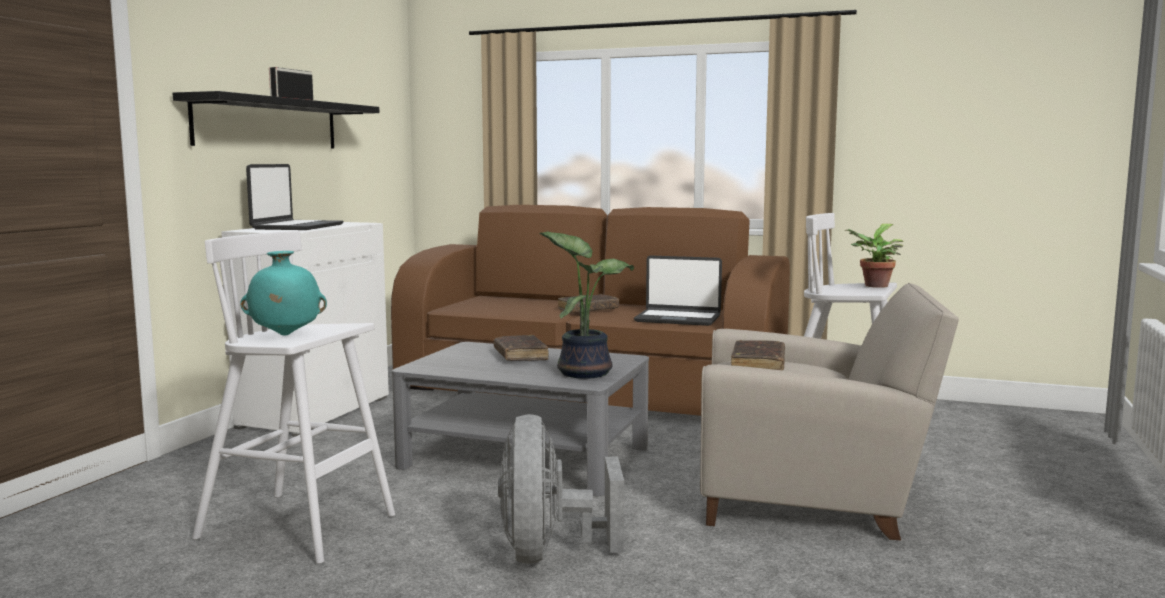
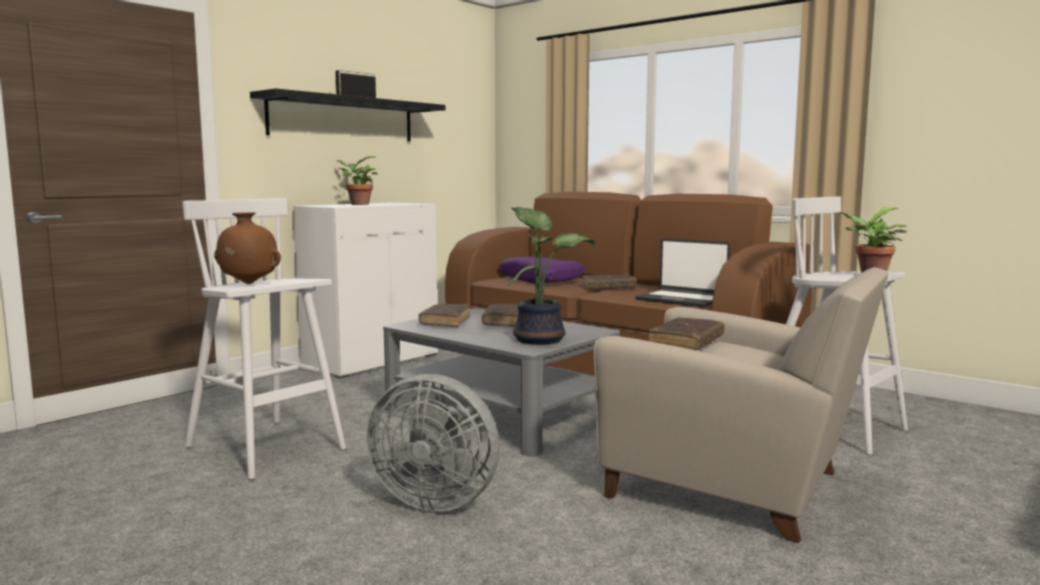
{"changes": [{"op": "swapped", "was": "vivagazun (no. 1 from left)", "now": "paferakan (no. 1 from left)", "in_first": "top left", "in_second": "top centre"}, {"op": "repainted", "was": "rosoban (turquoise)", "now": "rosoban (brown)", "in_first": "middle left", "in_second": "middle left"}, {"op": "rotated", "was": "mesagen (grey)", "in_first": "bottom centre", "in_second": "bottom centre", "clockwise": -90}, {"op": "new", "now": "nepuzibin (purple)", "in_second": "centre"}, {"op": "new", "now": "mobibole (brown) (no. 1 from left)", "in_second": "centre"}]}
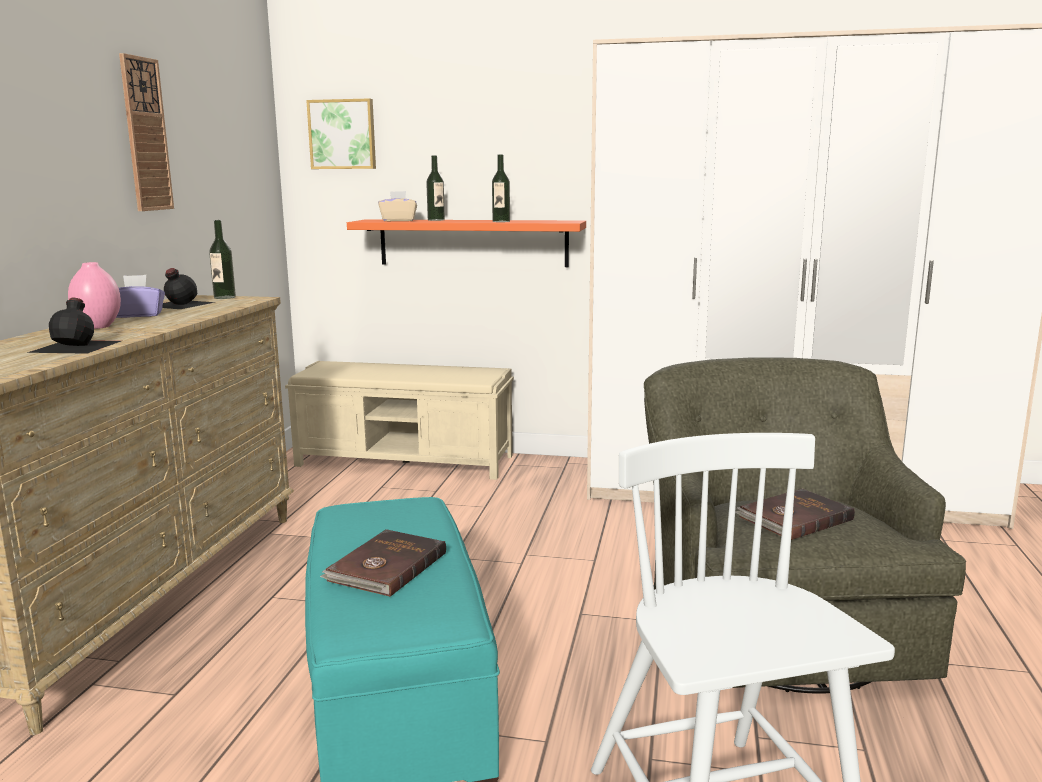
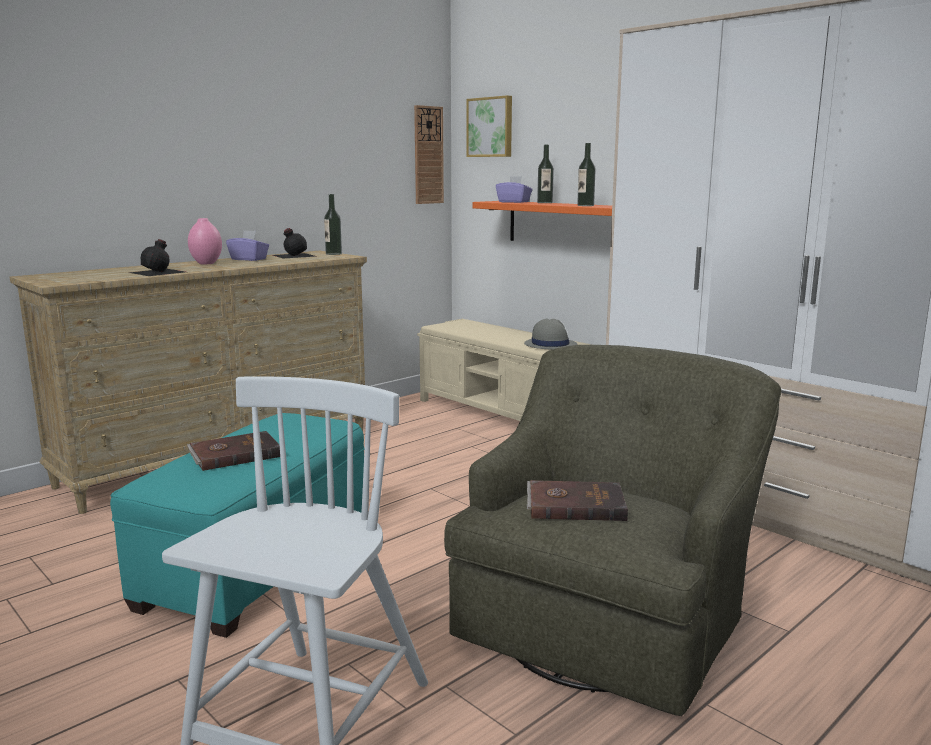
{"changes": [{"op": "shifted", "was": "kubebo", "in_first": "top left", "in_second": "top centre"}, {"op": "repainted", "was": "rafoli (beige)", "now": "rafoli (purple) (no. 2 from left)", "in_first": "top centre", "in_second": "top centre"}, {"op": "new", "now": "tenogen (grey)", "in_second": "centre"}]}
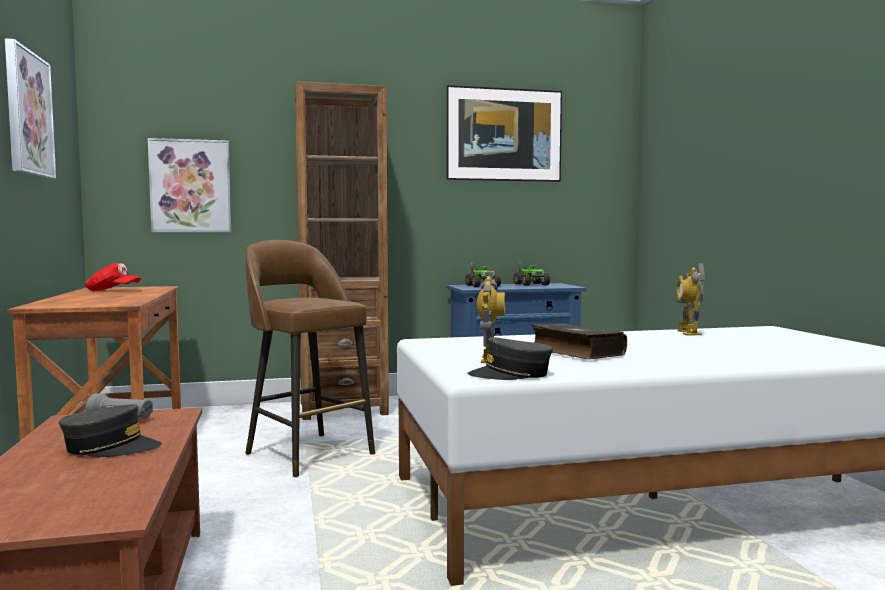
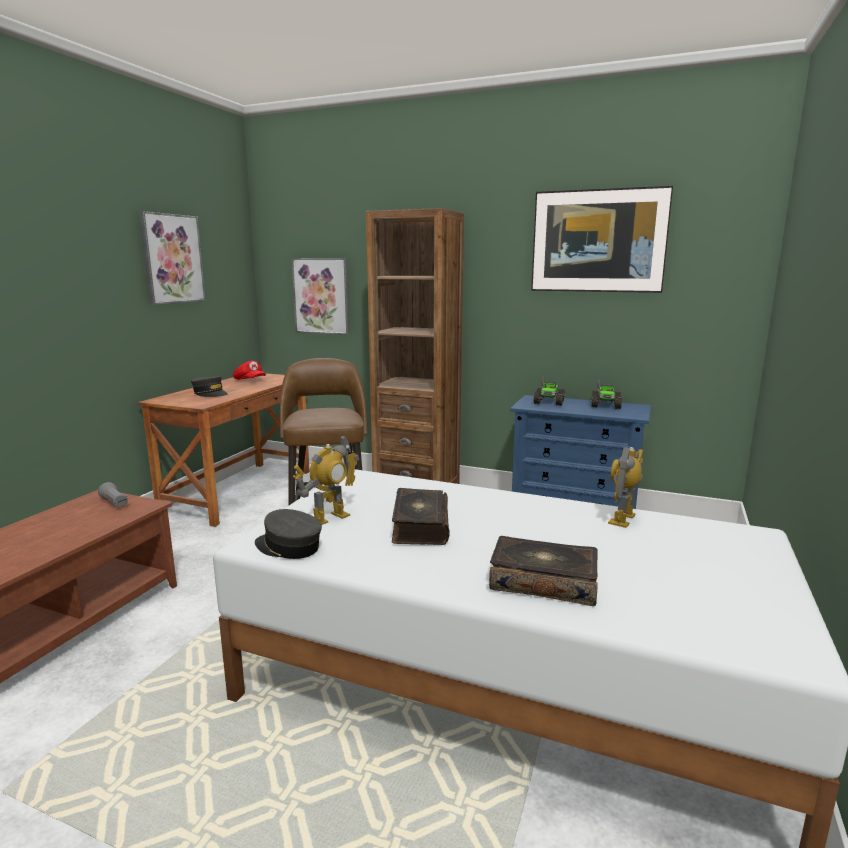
{"changes": [{"op": "shifted", "was": "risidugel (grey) (no. 1 from left)", "in_first": "bottom left", "in_second": "middle left"}, {"op": "new", "now": "mobibole (no. 2 from left)", "in_second": "bottom centre"}]}
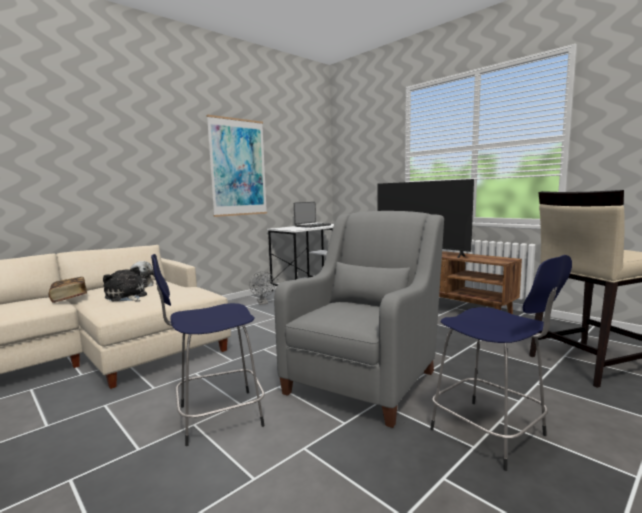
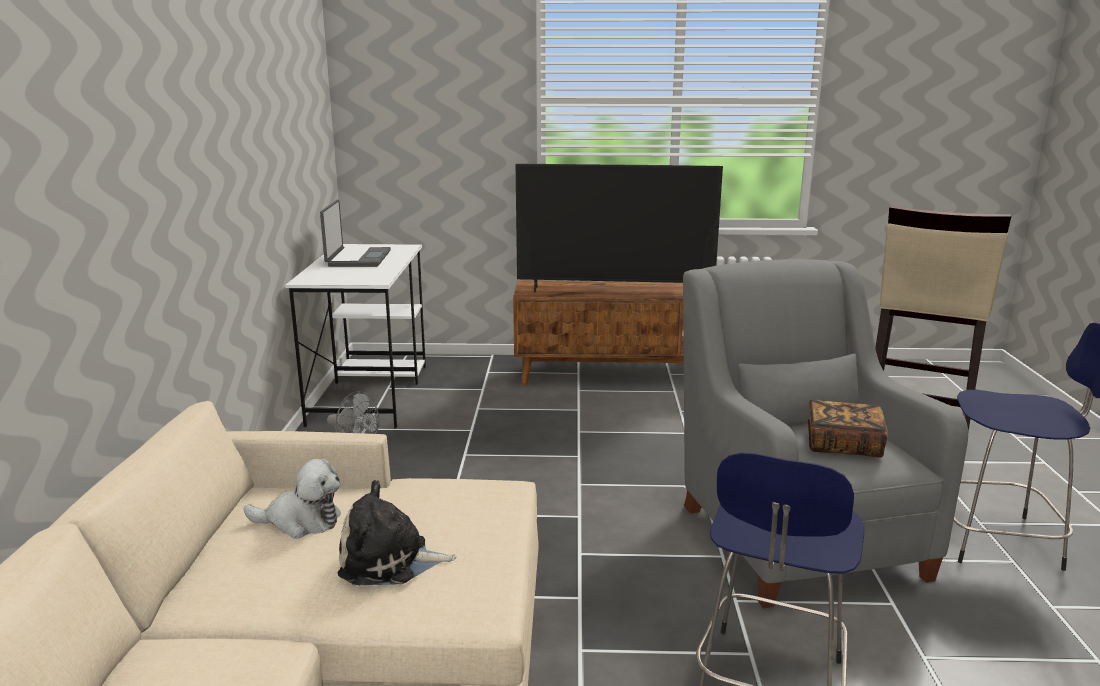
{"changes": [{"op": "gone", "was": "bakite", "in_first": "top centre"}, {"op": "shifted", "was": "mobibole", "in_first": "middle left", "in_second": "middle right"}]}
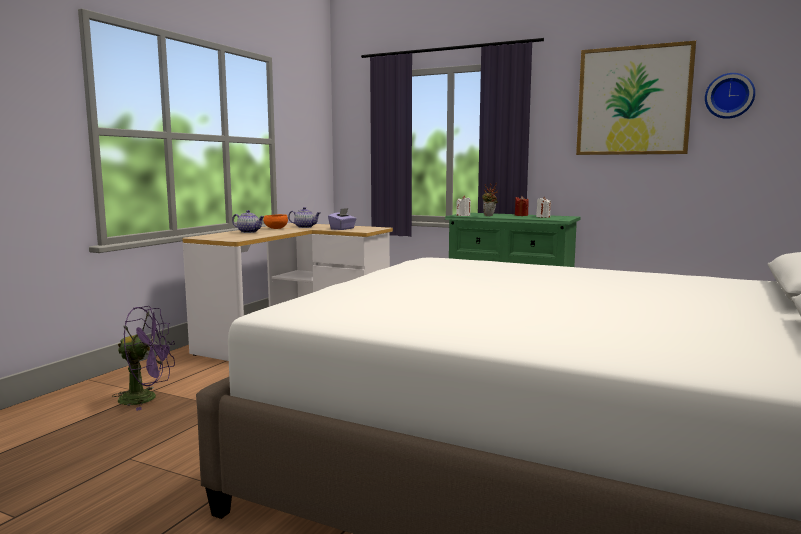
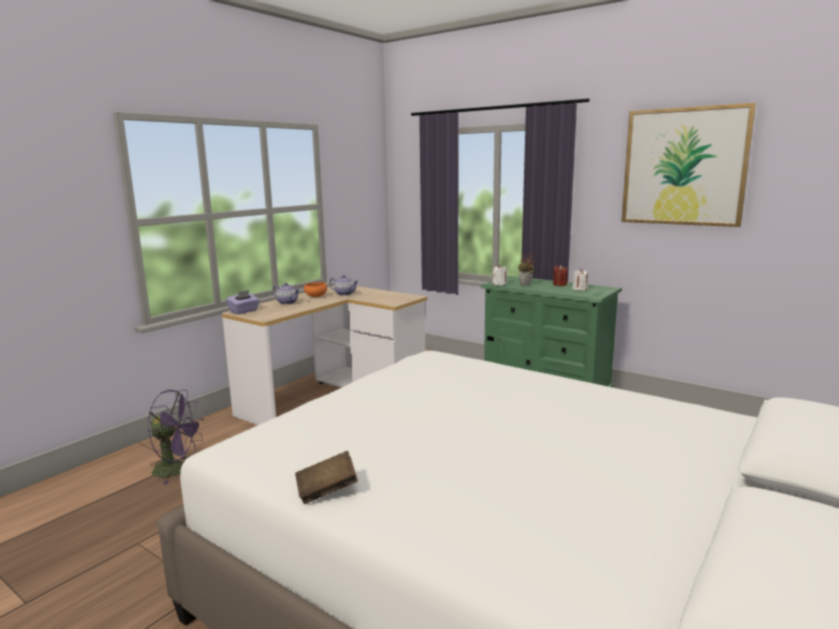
{"changes": [{"op": "gone", "was": "kubebo", "in_first": "top right"}, {"op": "shifted", "was": "rafoli (purple)", "in_first": "centre", "in_second": "middle left"}, {"op": "new", "now": "mobibole (brown)", "in_second": "bottom centre"}]}
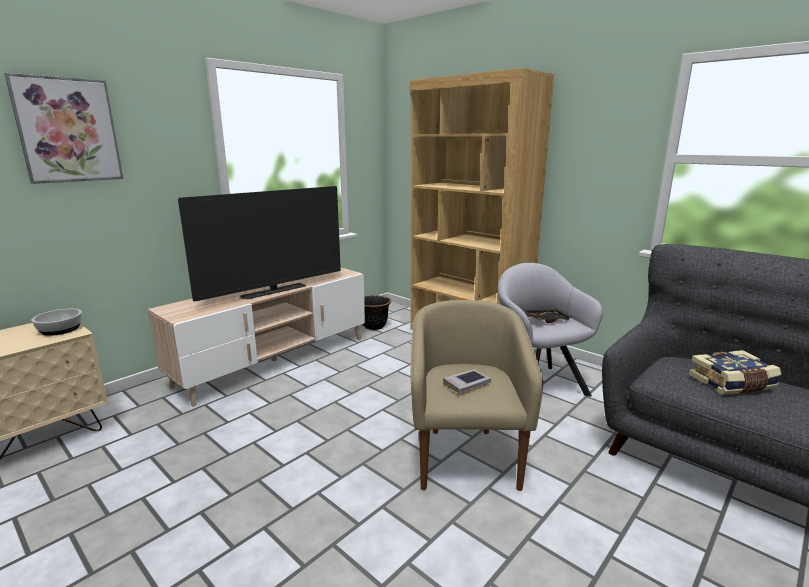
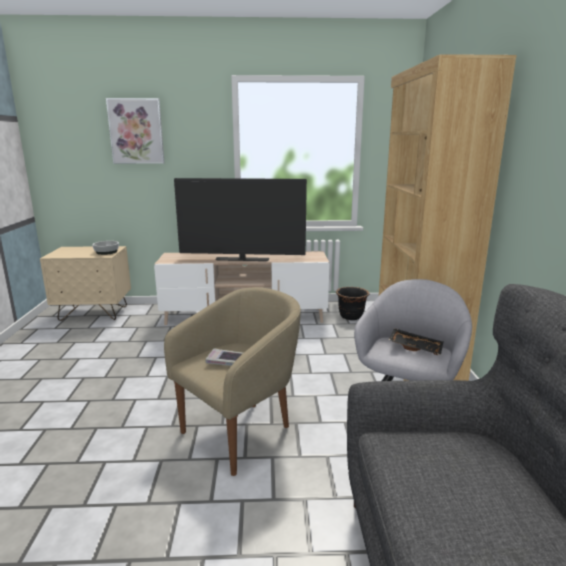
{"changes": [{"op": "gone", "was": "mobibole (no. 2 from left)", "in_first": "middle right"}]}
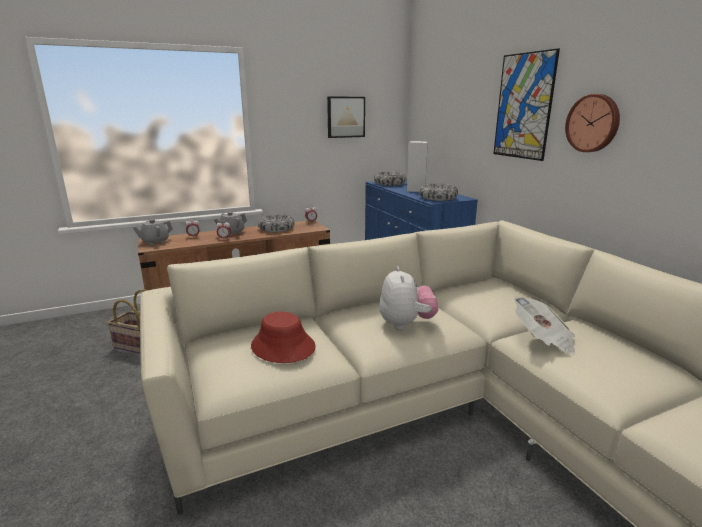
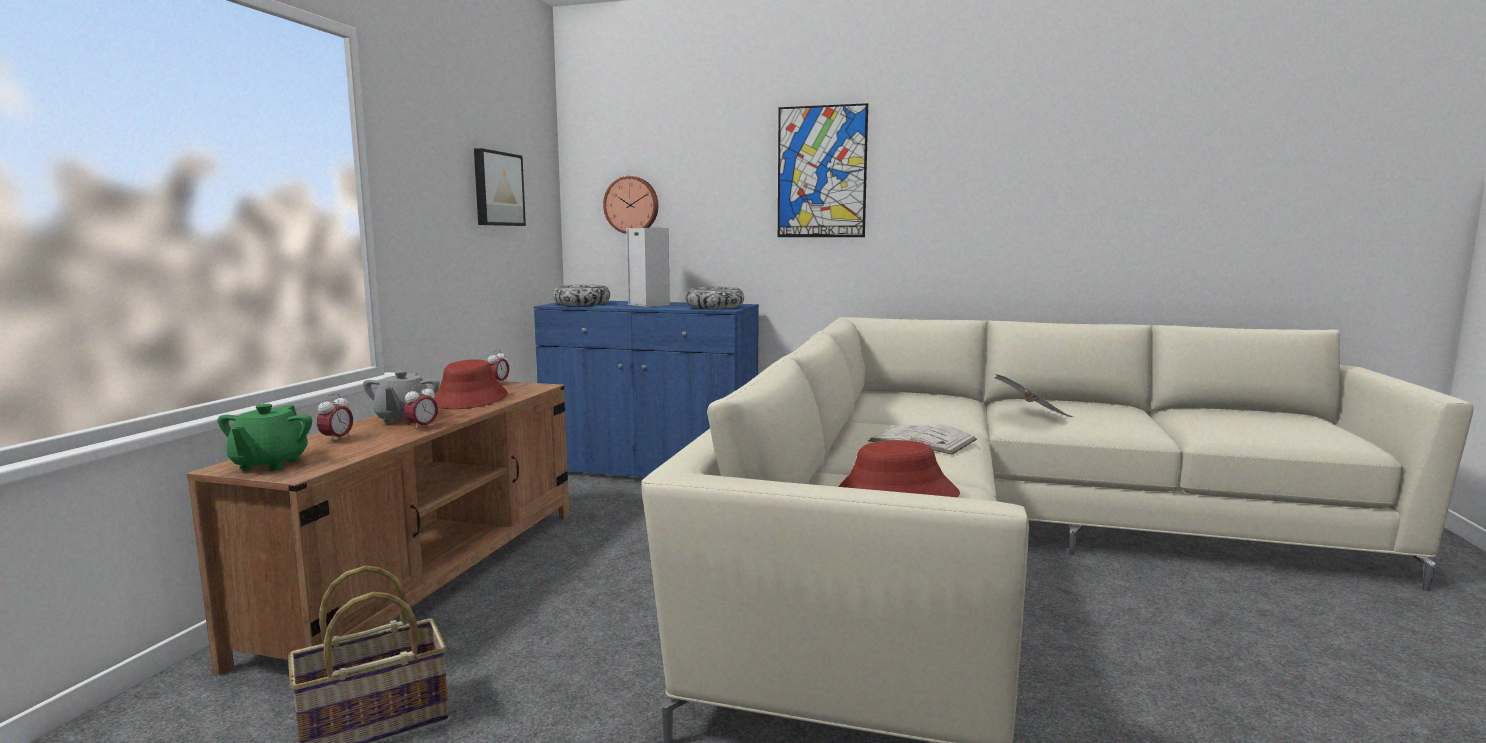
{"changes": [{"op": "shifted", "was": "kubebo", "in_first": "top right", "in_second": "top centre"}, {"op": "swapped", "was": "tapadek (no. 1 from left)", "now": "tenogen (red) (no. 1 from left)", "in_first": "centre", "in_second": "middle left"}, {"op": "repainted", "was": "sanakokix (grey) (no. 1 from left)", "now": "sanakokix (green)", "in_first": "middle left", "in_second": "middle left"}, {"op": "swapped", "was": "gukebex", "now": "mobibole (white)", "in_first": "centre", "in_second": "centre"}]}
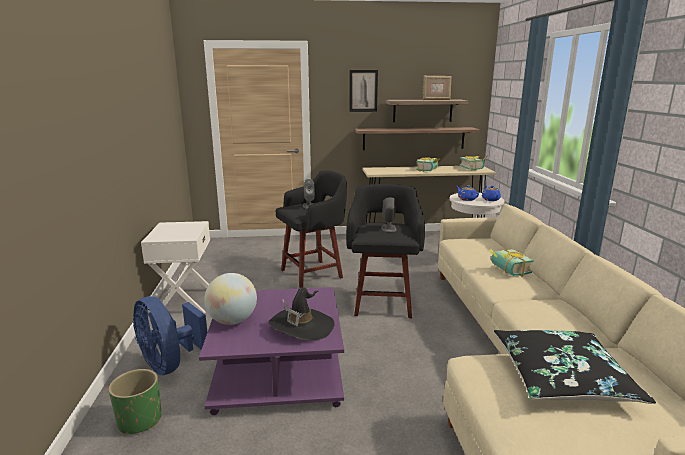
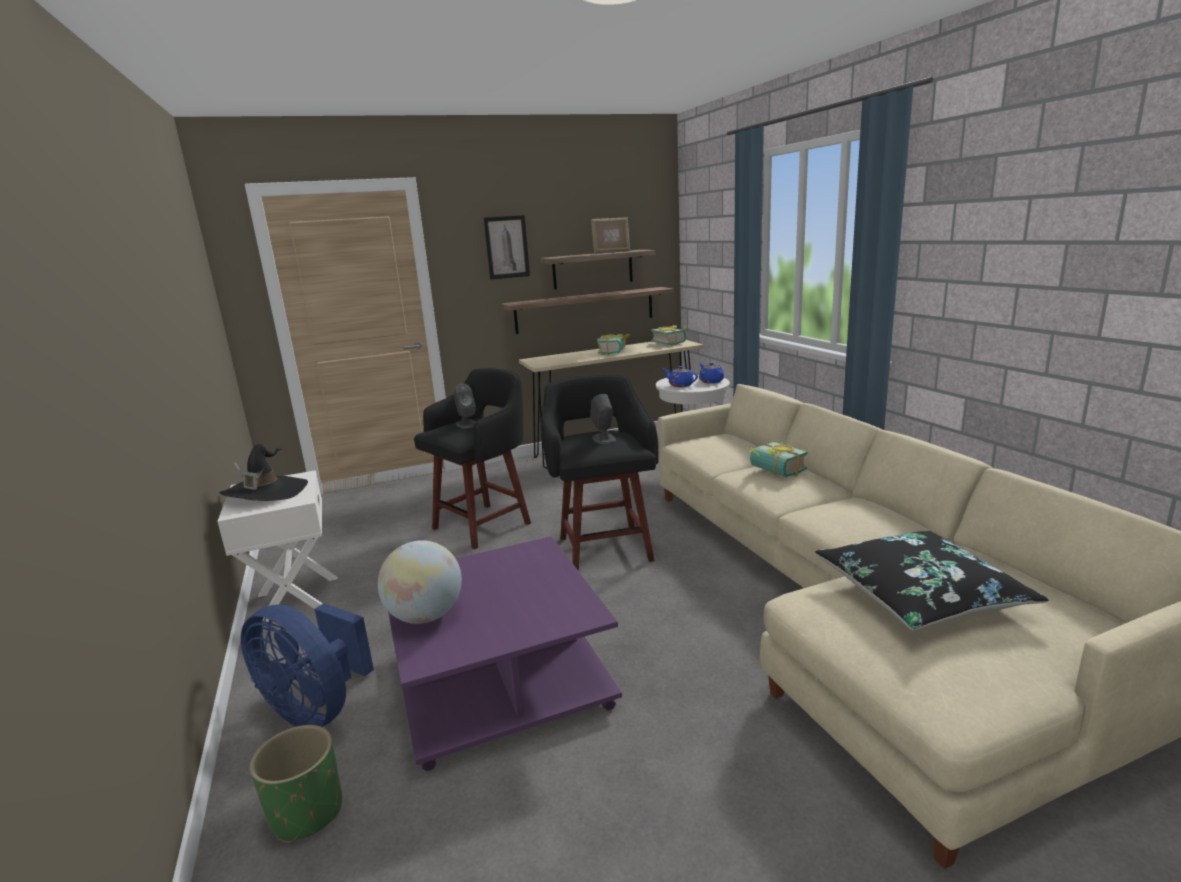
{"changes": [{"op": "shifted", "was": "tenogen (black)", "in_first": "bottom centre", "in_second": "middle left"}]}
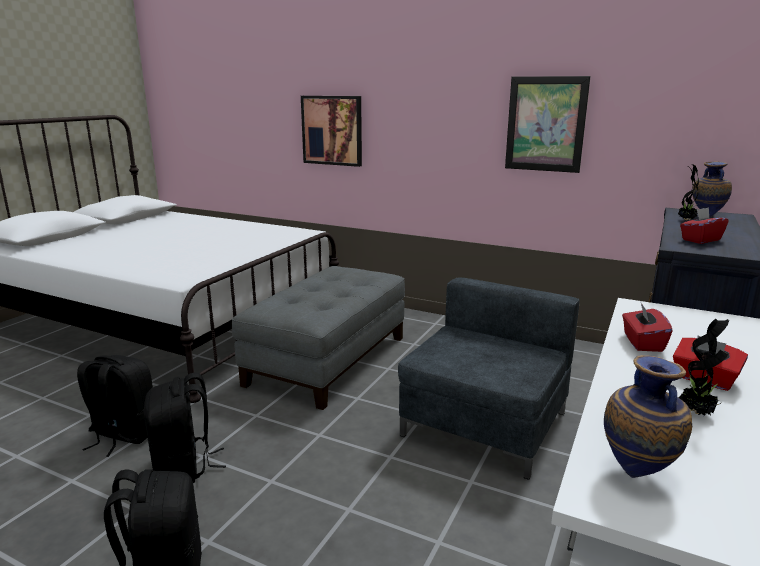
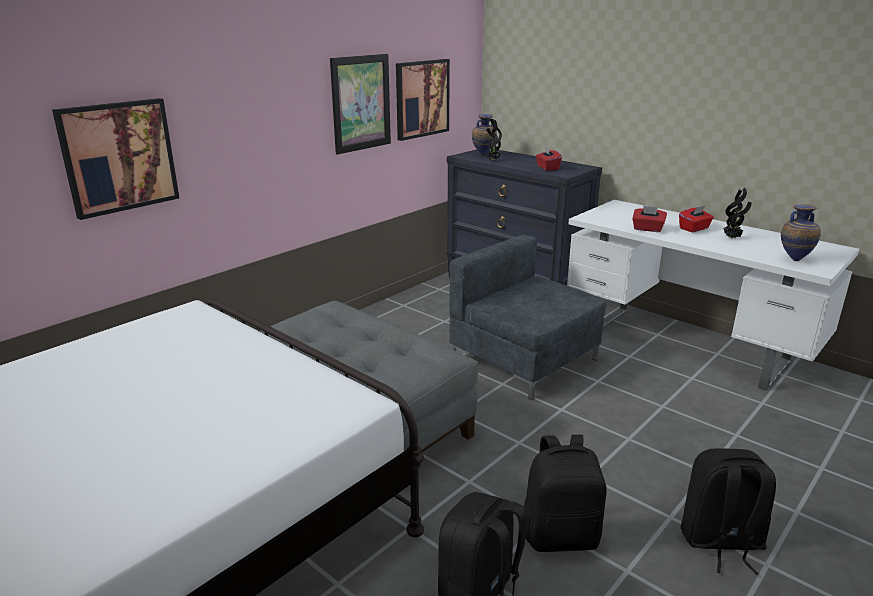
{"changes": [{"op": "new", "now": "bakite (no. 3 from left)", "in_second": "top centre"}]}
